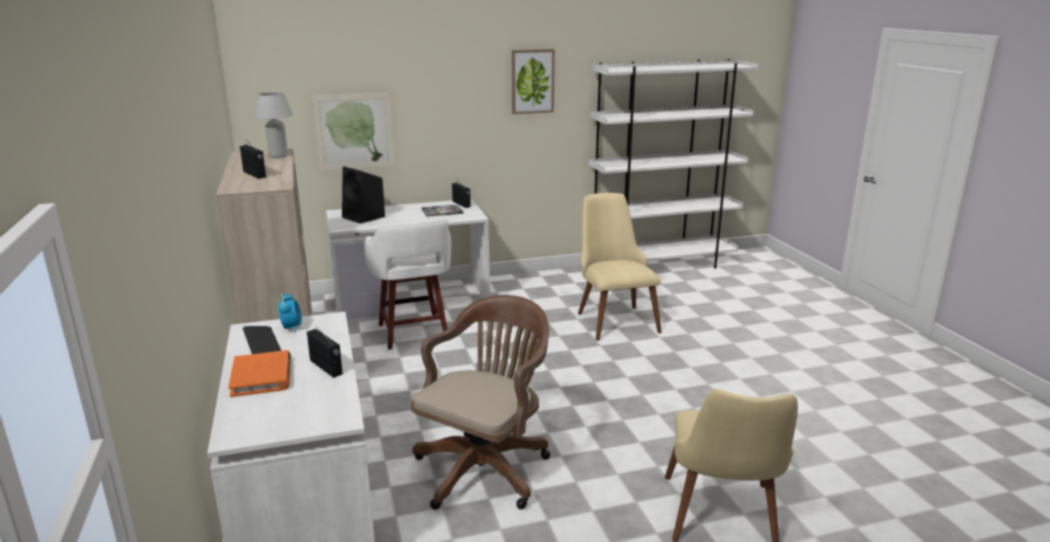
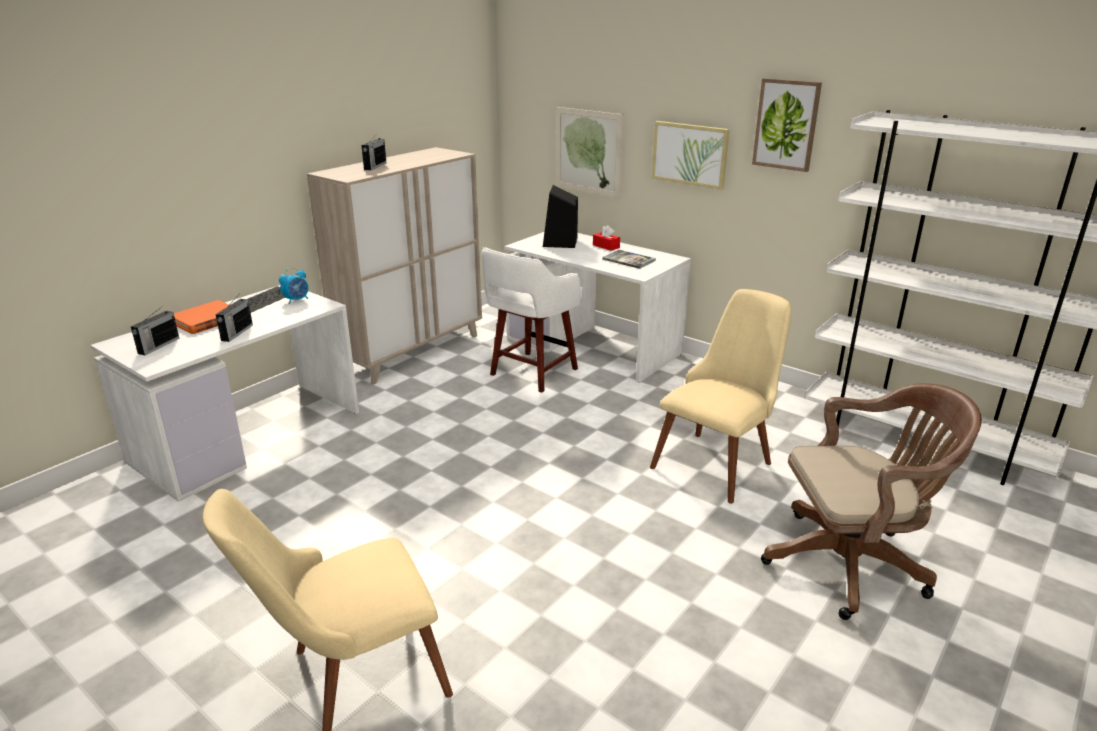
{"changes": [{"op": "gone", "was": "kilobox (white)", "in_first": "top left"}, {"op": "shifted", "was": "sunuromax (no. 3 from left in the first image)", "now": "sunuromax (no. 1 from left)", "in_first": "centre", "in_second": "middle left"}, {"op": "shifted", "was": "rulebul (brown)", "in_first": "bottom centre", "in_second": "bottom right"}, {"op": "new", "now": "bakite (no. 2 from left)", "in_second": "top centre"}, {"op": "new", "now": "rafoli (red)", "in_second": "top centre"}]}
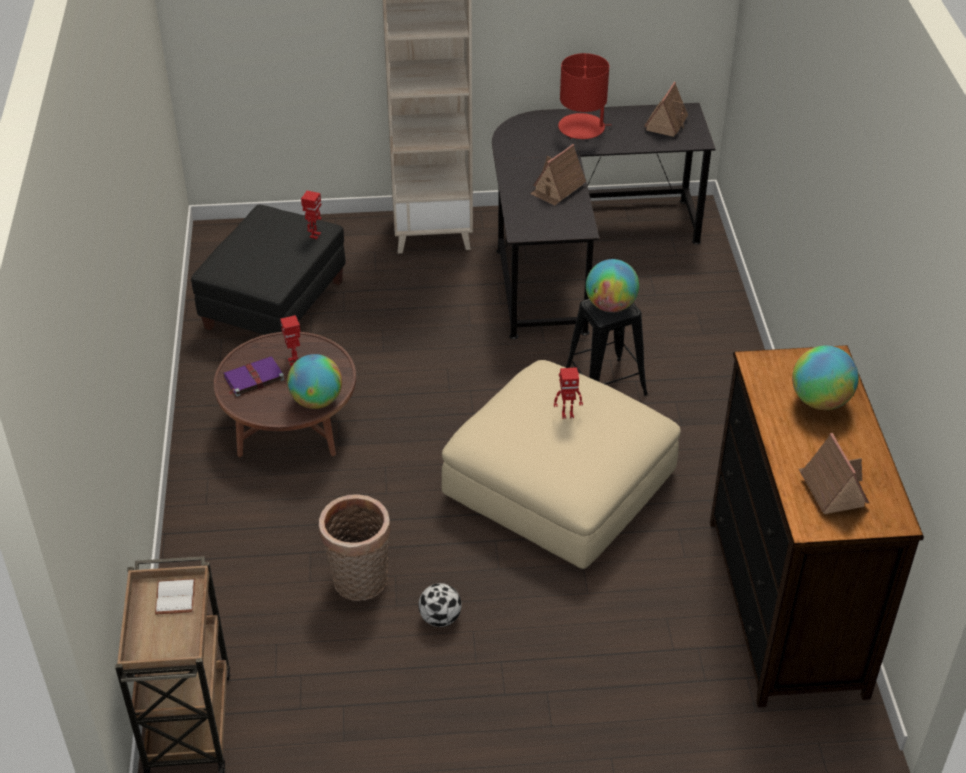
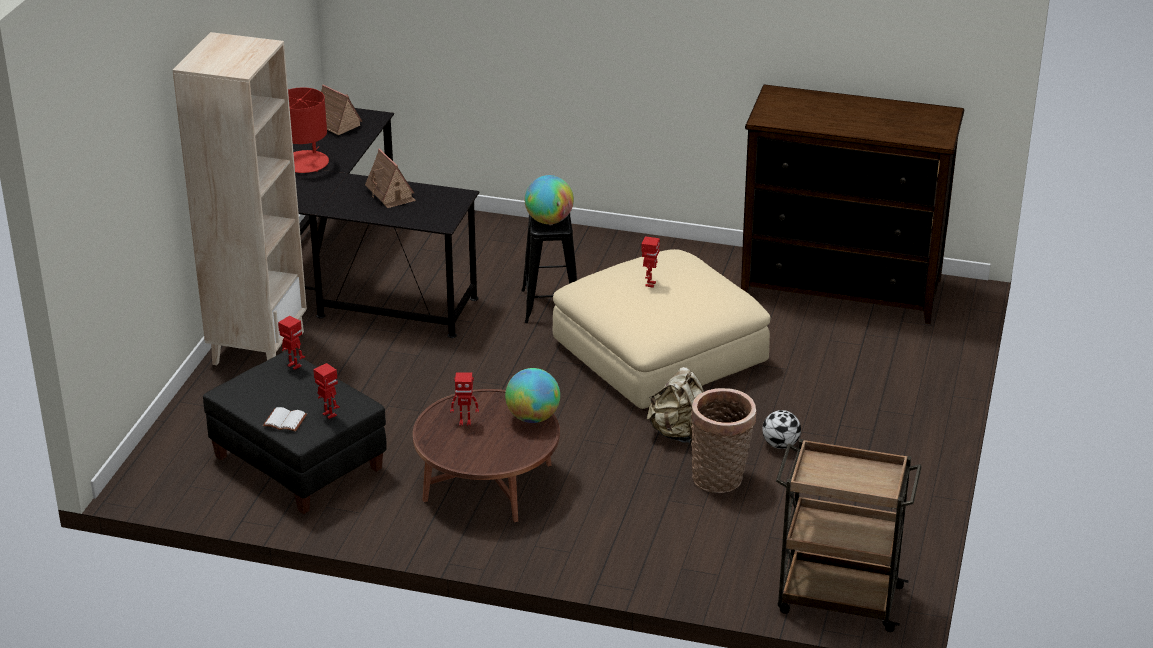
{"changes": [{"op": "gone", "was": "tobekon (no. 3 from left)", "in_first": "middle right"}, {"op": "gone", "was": "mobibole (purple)", "in_first": "middle left"}, {"op": "gone", "was": "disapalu (no. 3 from left)", "in_first": "middle right"}, {"op": "shifted", "was": "mobibole (white)", "in_first": "bottom left", "in_second": "middle left"}, {"op": "new", "now": "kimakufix (no. 2 from left)", "in_second": "middle left"}, {"op": "new", "now": "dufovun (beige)", "in_second": "centre"}]}
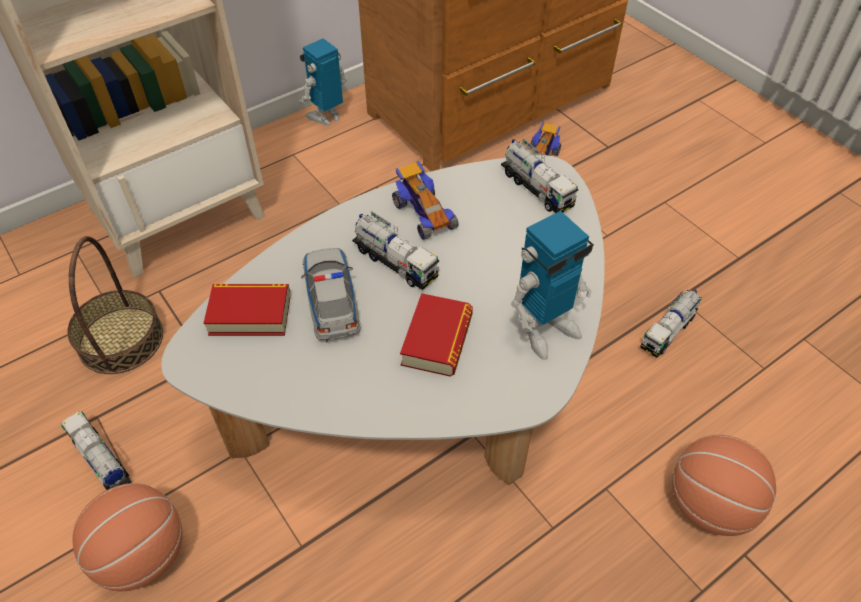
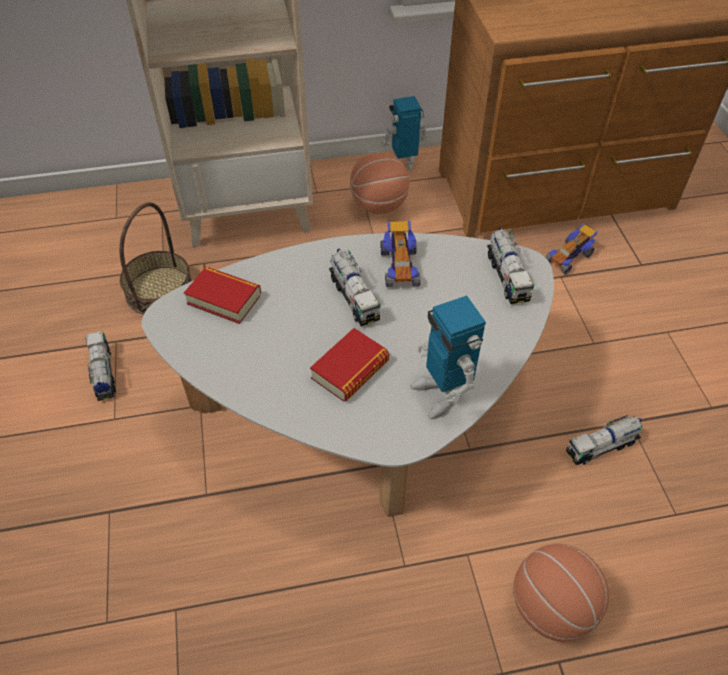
{"changes": [{"op": "rotated", "was": "kimakufix (no. 2 from left)", "in_first": "centre", "in_second": "centre", "clockwise": 75}, {"op": "gone", "was": "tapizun (no. 1 from left)", "in_first": "centre"}, {"op": "shifted", "was": "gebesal (no. 1 from left)", "in_first": "bottom left", "in_second": "top centre"}]}
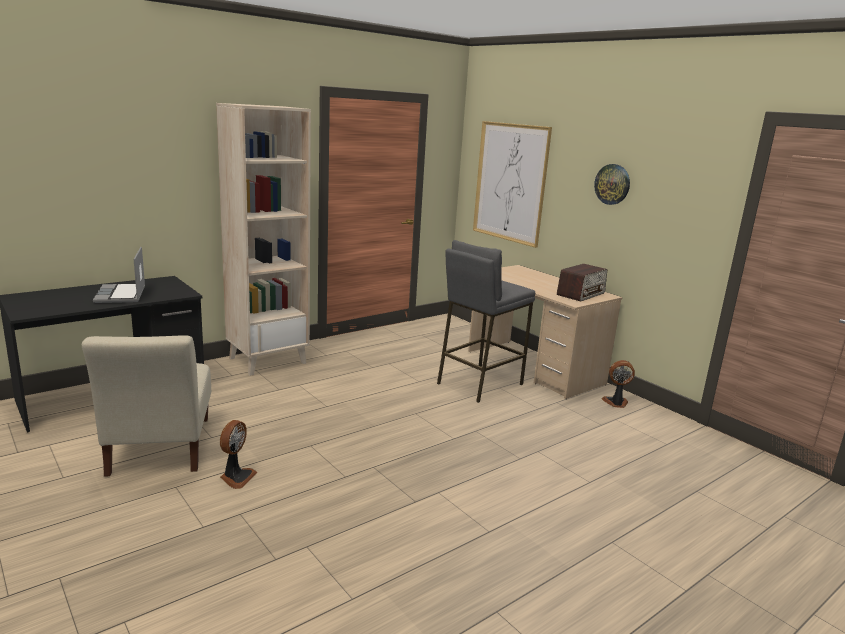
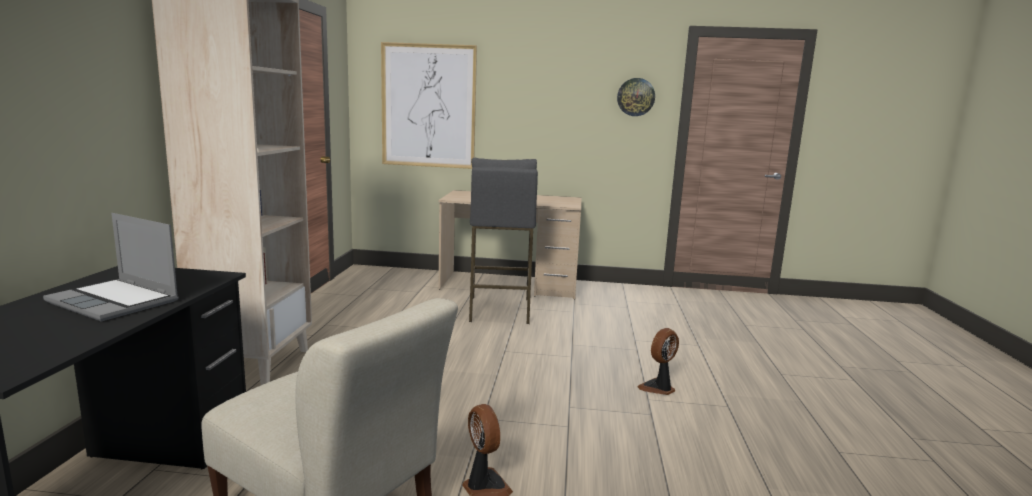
{"changes": [{"op": "shifted", "was": "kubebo", "in_first": "top right", "in_second": "top centre"}, {"op": "gone", "was": "sunuromax", "in_first": "middle right"}, {"op": "shifted", "was": "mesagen (no. 2 from left)", "in_first": "middle right", "in_second": "bottom centre"}]}
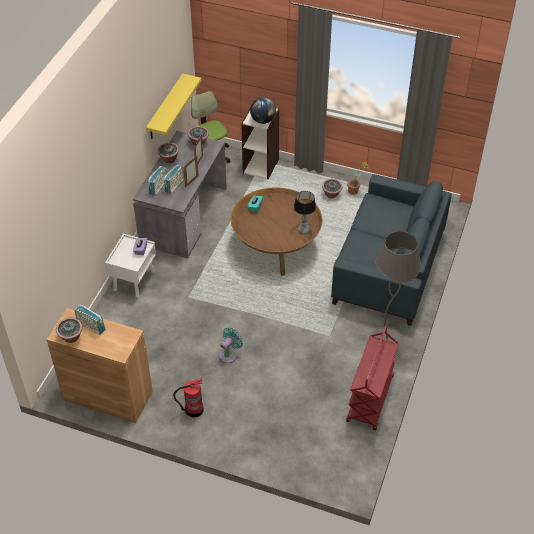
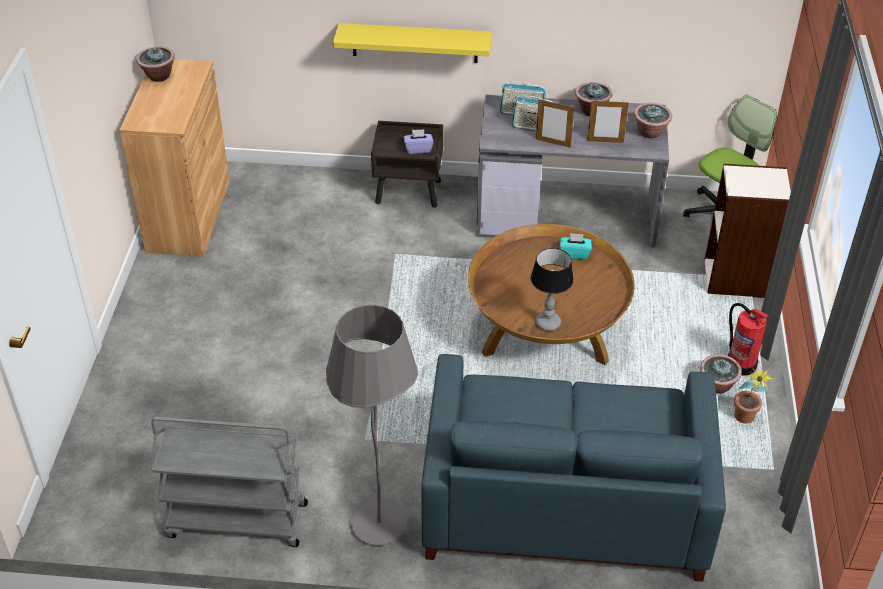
{"changes": [{"op": "shifted", "was": "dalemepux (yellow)", "in_first": "top left", "in_second": "top centre"}, {"op": "gone", "was": "tobekon", "in_first": "top centre"}, {"op": "repainted", "was": "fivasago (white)", "now": "fivasago (brown)", "in_first": "middle left", "in_second": "top centre"}, {"op": "gone", "was": "sunuromax (no. 1 from left)", "in_first": "middle left"}, {"op": "repainted", "was": "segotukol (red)", "now": "segotukol (grey)", "in_first": "bottom right", "in_second": "bottom left"}, {"op": "gone", "was": "mesagen (turquoise)", "in_first": "centre"}, {"op": "shifted", "was": "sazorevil", "in_first": "bottom centre", "in_second": "middle right"}]}
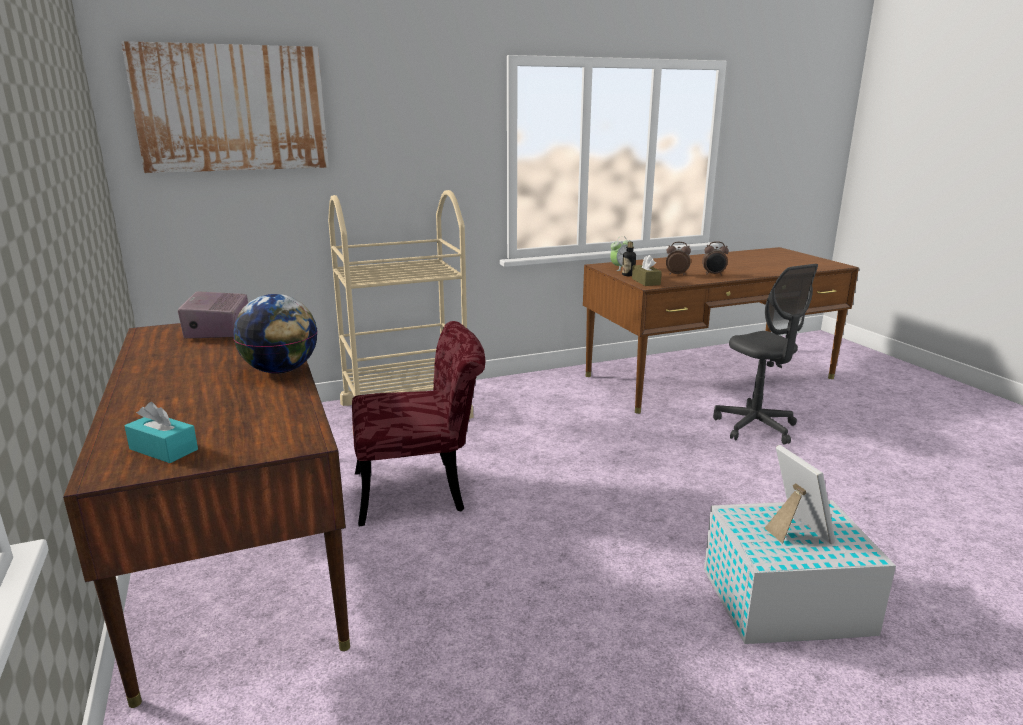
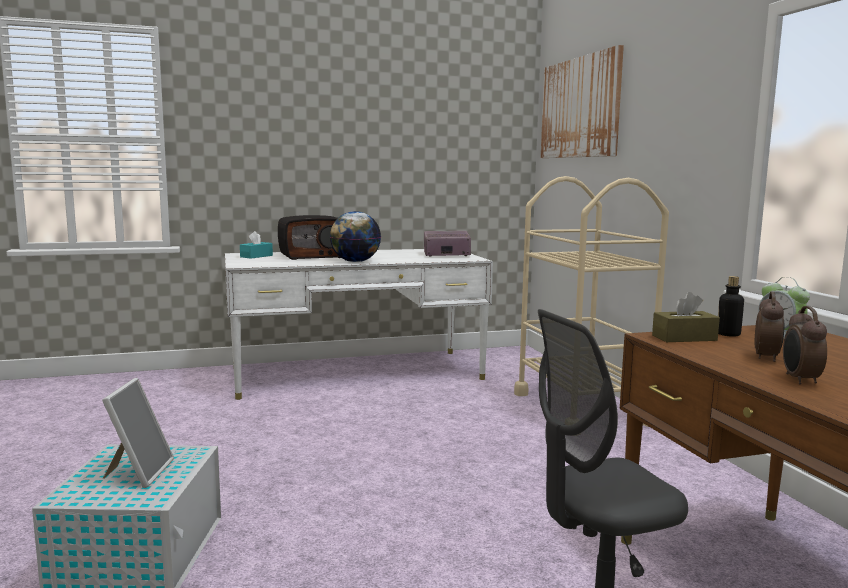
{"changes": [{"op": "gone", "was": "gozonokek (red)", "in_first": "centre"}, {"op": "repainted", "was": "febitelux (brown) (no. 1 from left)", "now": "febitelux (white)", "in_first": "bottom left", "in_second": "centre"}, {"op": "rotated", "was": "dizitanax", "in_first": "bottom right", "in_second": "bottom left", "clockwise": -75}, {"op": "new", "now": "sunuromax (no. 1 from left)", "in_second": "centre"}]}
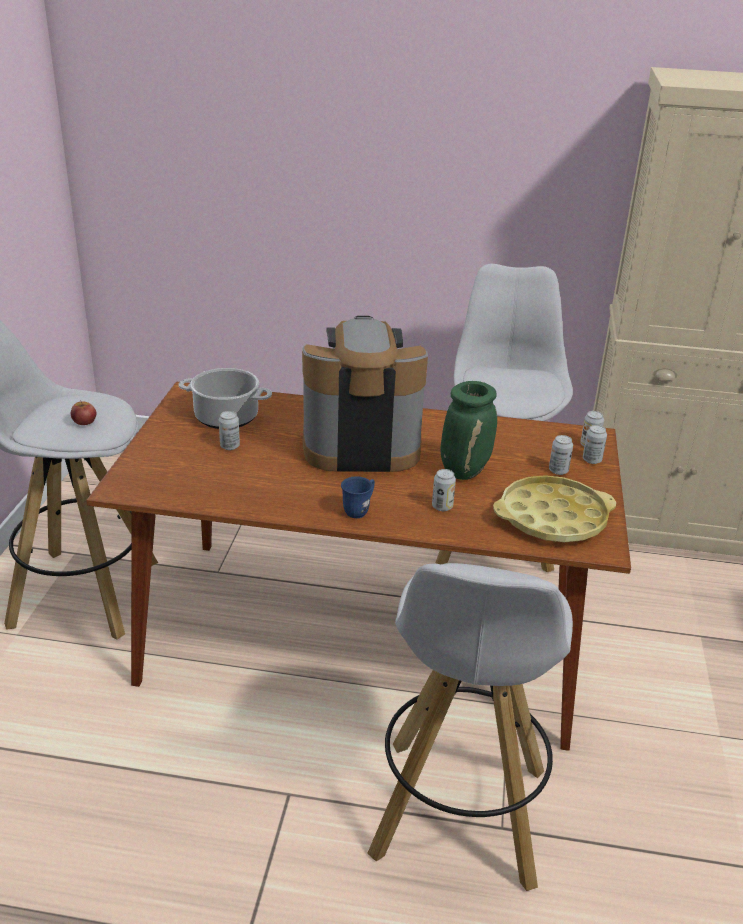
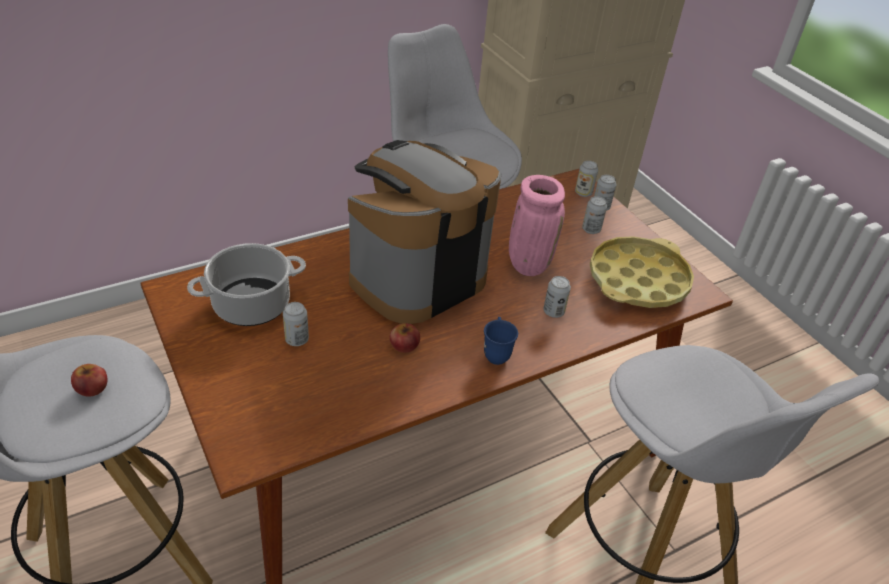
{"changes": [{"op": "repainted", "was": "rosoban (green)", "now": "rosoban (pink)", "in_first": "centre", "in_second": "centre"}, {"op": "new", "now": "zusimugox (no. 2 from left)", "in_second": "centre"}]}
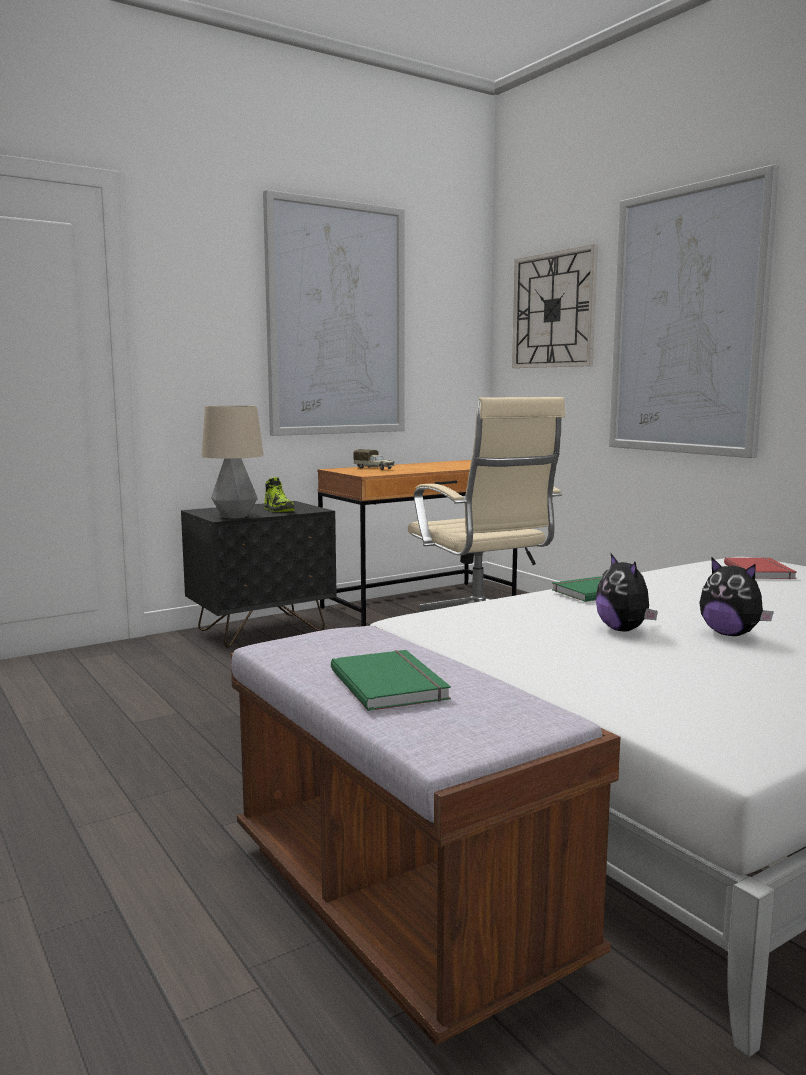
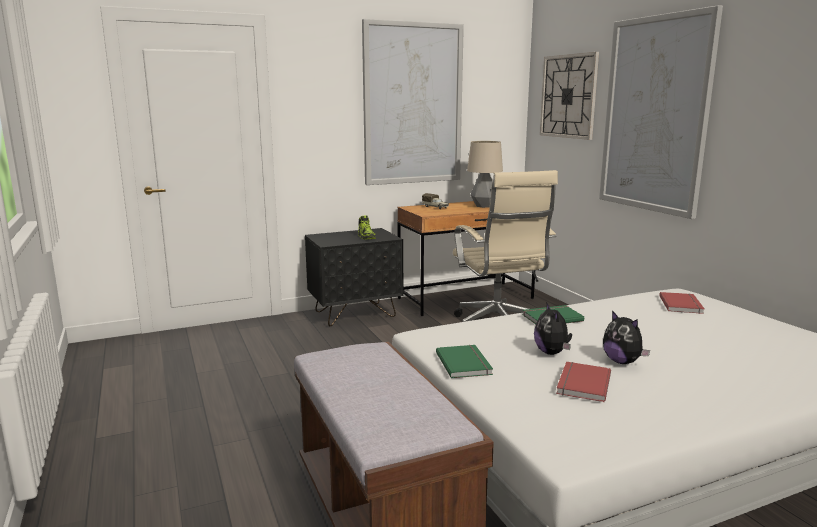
{"changes": [{"op": "shifted", "was": "kilobox", "in_first": "middle left", "in_second": "top centre"}, {"op": "shifted", "was": "mobibole (green) (no. 1 from left)", "in_first": "centre", "in_second": "bottom centre"}, {"op": "new", "now": "mobibole (red) (no. 1 from left)", "in_second": "bottom right"}]}
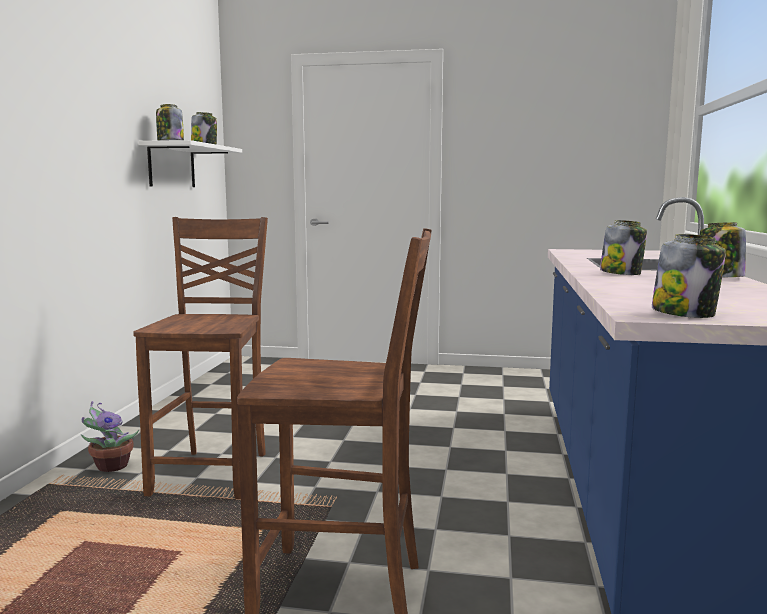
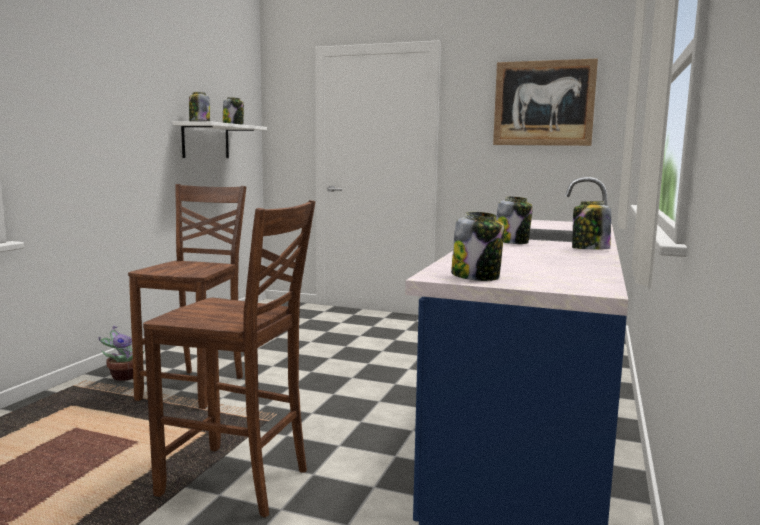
{"changes": [{"op": "new", "now": "bakite", "in_second": "top right"}]}
